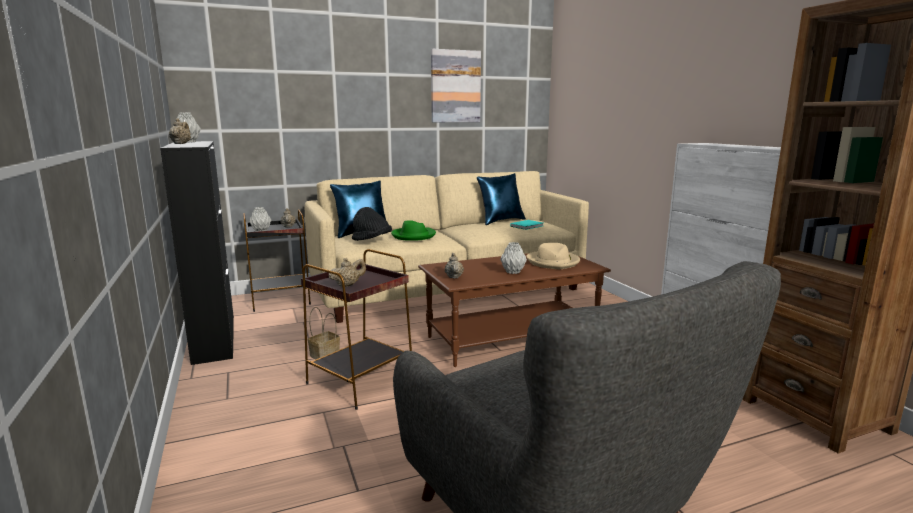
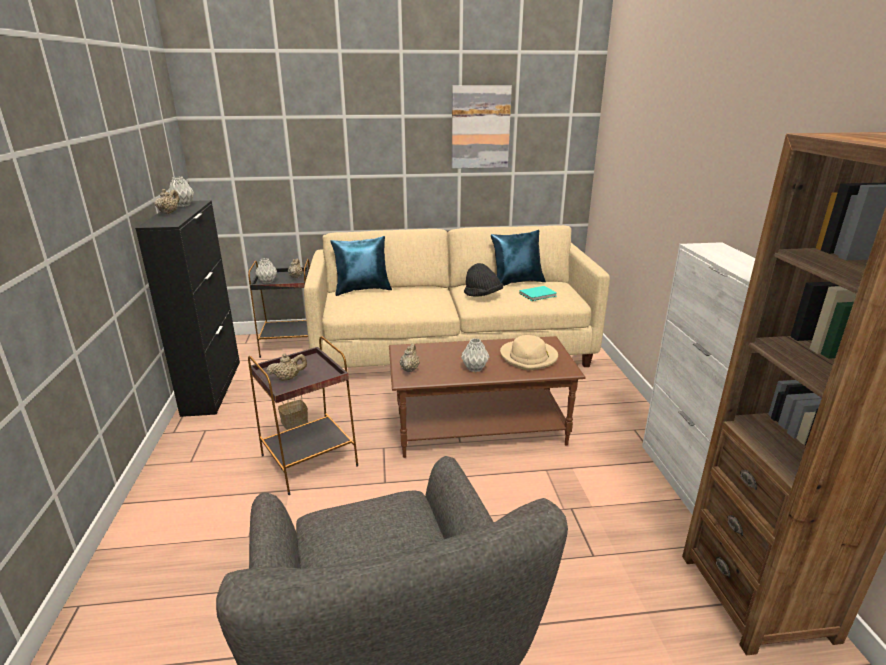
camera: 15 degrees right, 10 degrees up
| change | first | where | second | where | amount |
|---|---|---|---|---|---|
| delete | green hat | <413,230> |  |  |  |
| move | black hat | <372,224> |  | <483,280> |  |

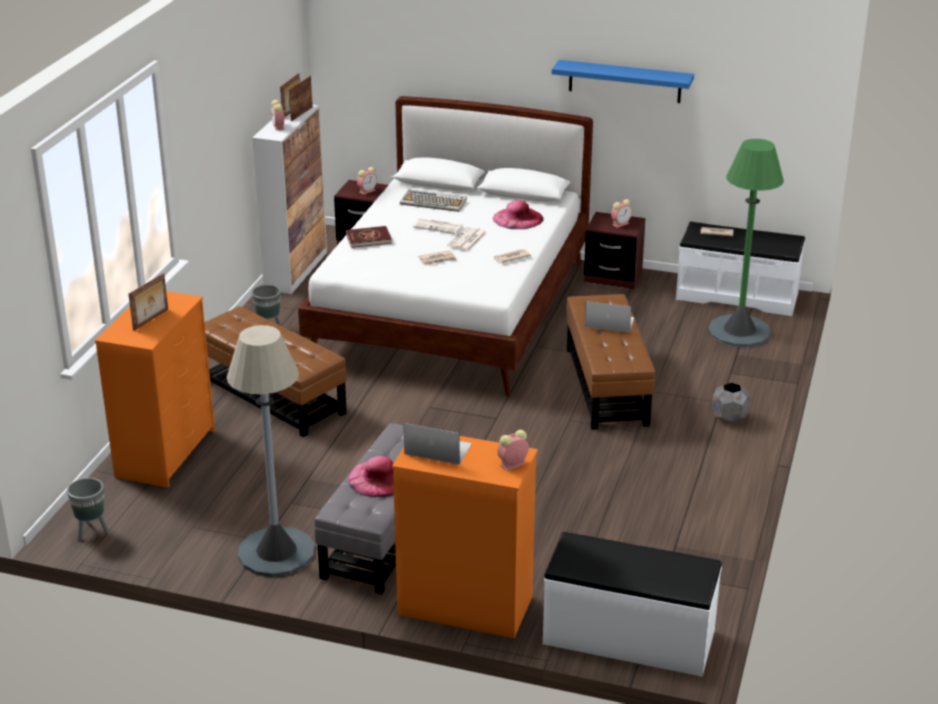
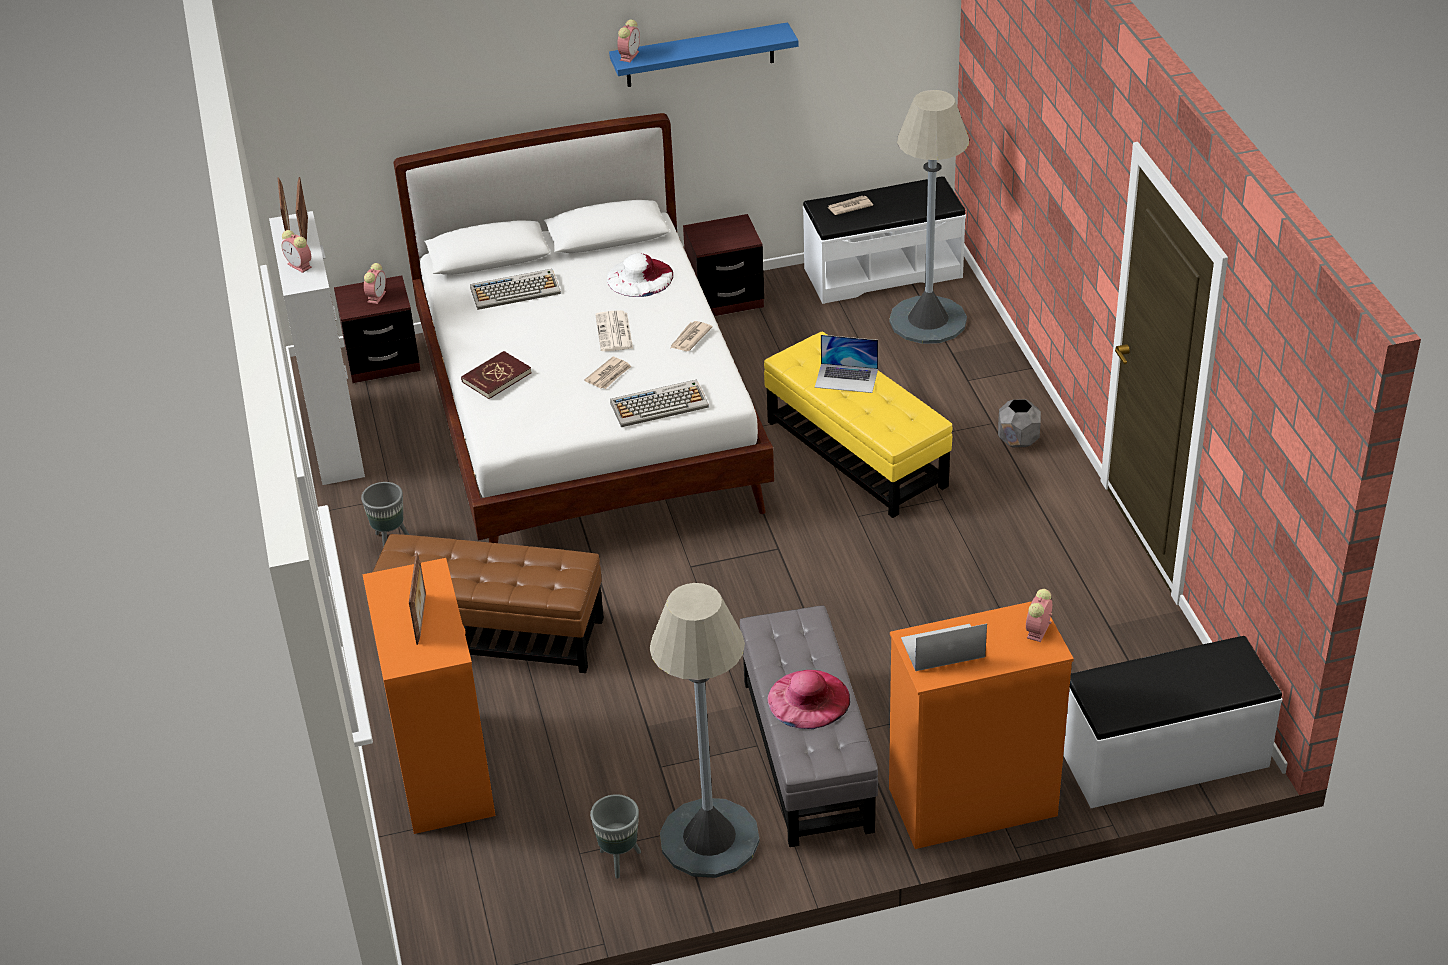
camera: 30 degrees left, 10 degrees up
| change | first | where | second | where | amount |
|---|---|---|---|---|---|
| delete | newspaper | <438,226> |  |  |  |
| insert |  |  | keyboard | <659,403> |  |
| move | grey planter | <88,509> |  | <615,836> |  |
| move | alarm clock | <621,213> |  | <628,40> |  |
| recolor | pink hat | <518,214> | white hat | <640,275> |  |
| recolor | brown ottoman | <610,362> | yellow ottoman | <858,425> |  |
| recolor | green floor lamp | <746,243> | grey floor lamp | <929,217> |  |
| rotate | laptop | <609,316> |  | <846,364> | 150 degrees counterclockwise |

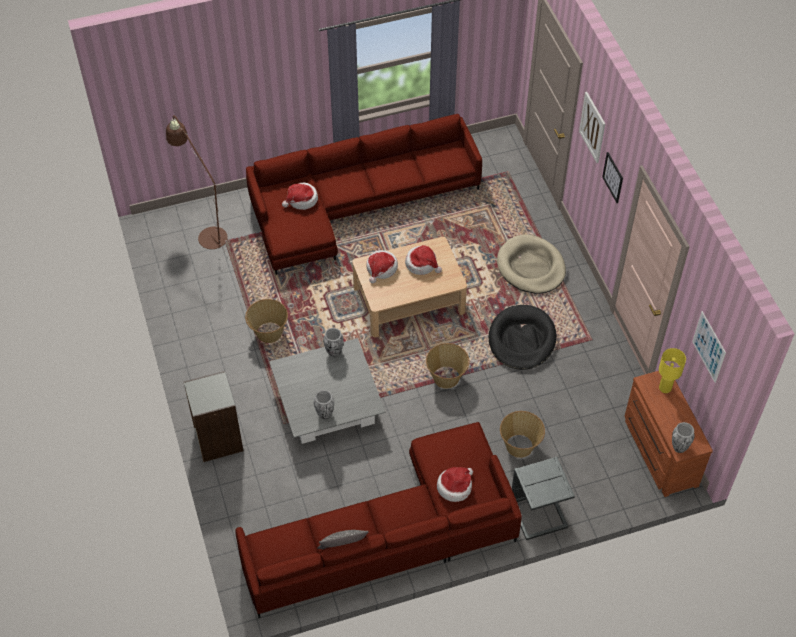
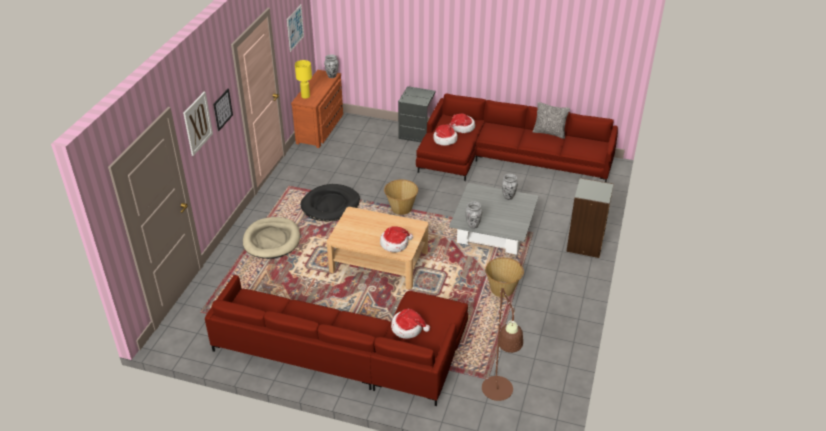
camera: 145 degrees left, 15 degrees down
| change | first | where | second | where | amount |
|---|---|---|---|---|---|
| delete | basket | <522,434> |  |  |  |
| move | hat | <423,260> |  | <445,135> |  |

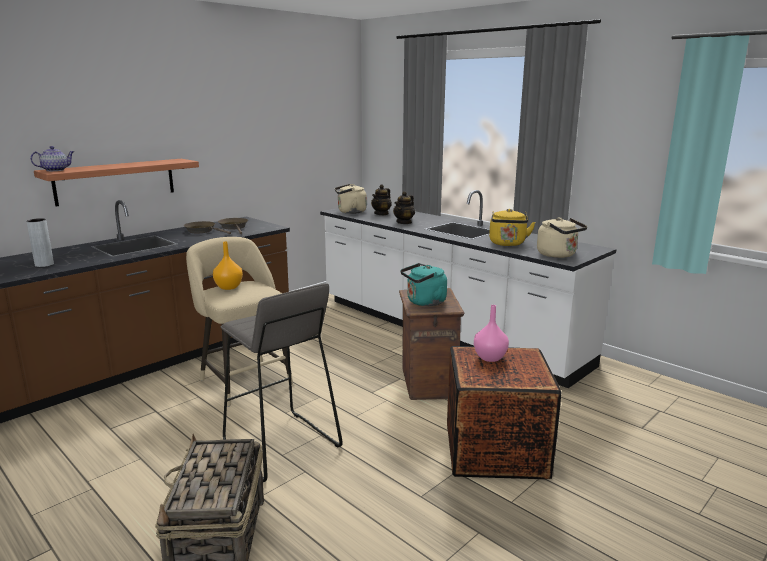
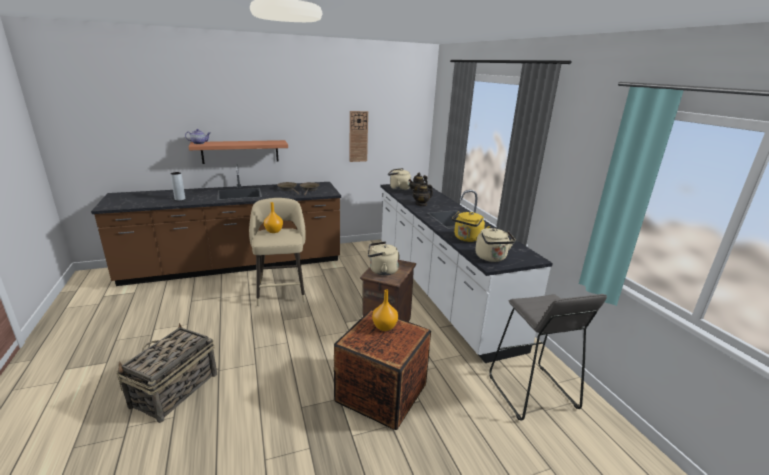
camera: 25 degrees right, 5 degrees up
| change | first | where | second | where | amount |
|---|---|---|---|---|---|
| insert |  |  | wall clock | <358,136> |  |
| move | grey stool | <282,382> |  | <548,357> |  |
| recolor | turquoise kettle | <423,284> | beige kettle | <383,258> |  |
| recolor | pink vase | <491,333> | orange vase | <385,310> |  |

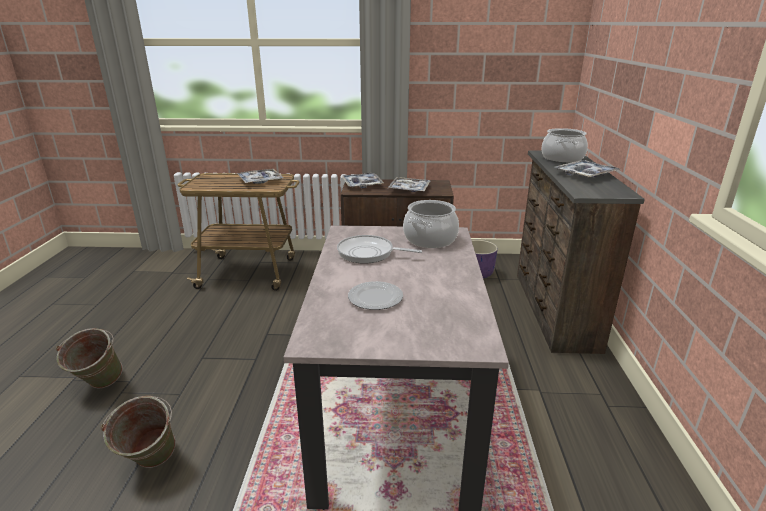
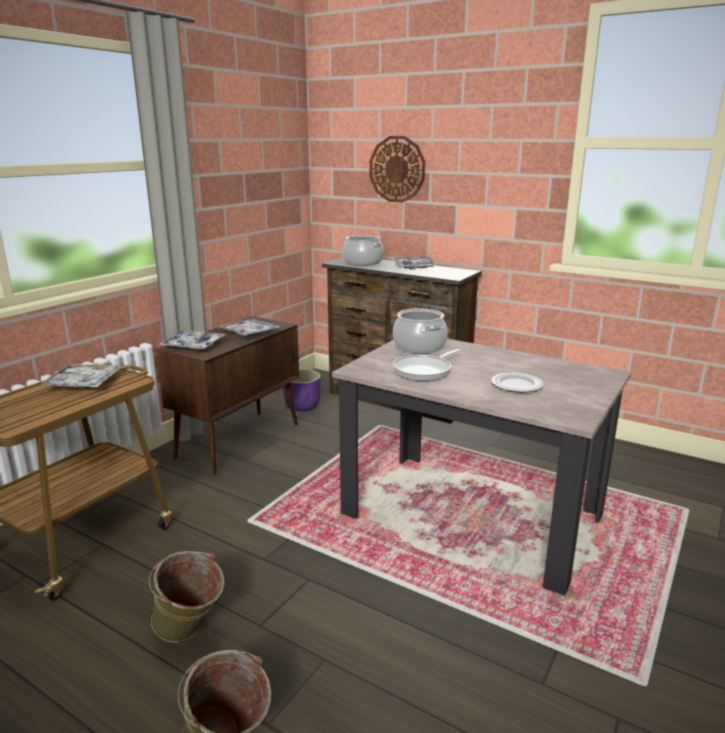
camera: 60 degrees left, 5 degrees down
| change | first | where | second | where | amount |
|---|---|---|---|---|---|
| insert |  |  | wall clock | <397,169> |  |
| move | green bucket | <138,432> |  | <186,597> |  |

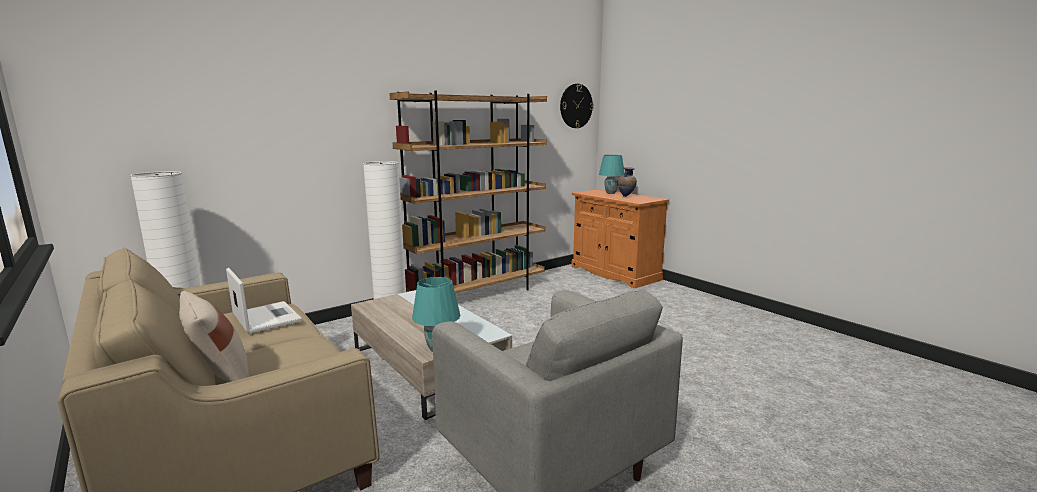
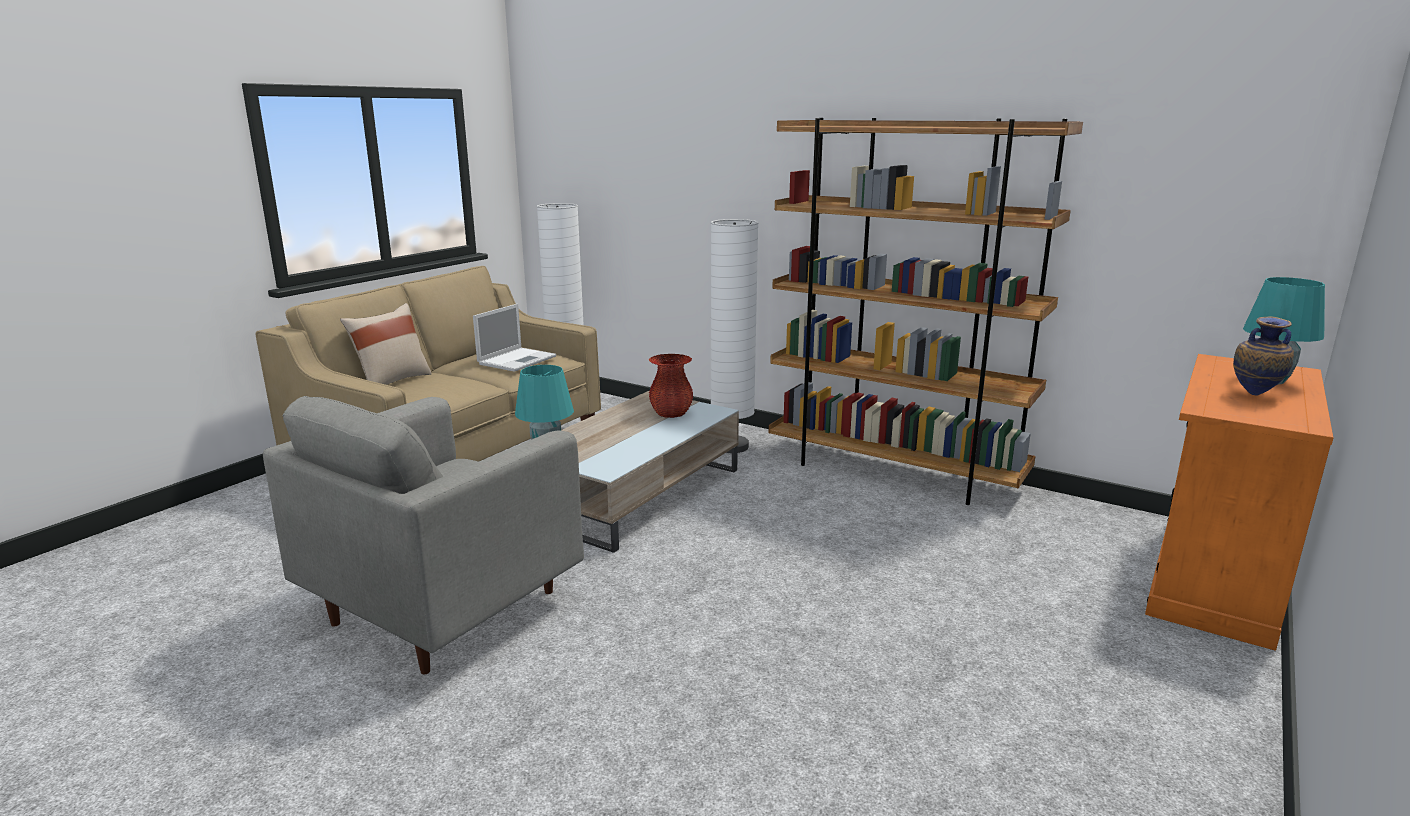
camera: 70 degrees right, 5 degrees up
| change | first | where | second | where | amount |
|---|---|---|---|---|---|
| delete | wall clock | <577,106> |  |  |  |
| insert |  |  | red vase | <671,386> |  |

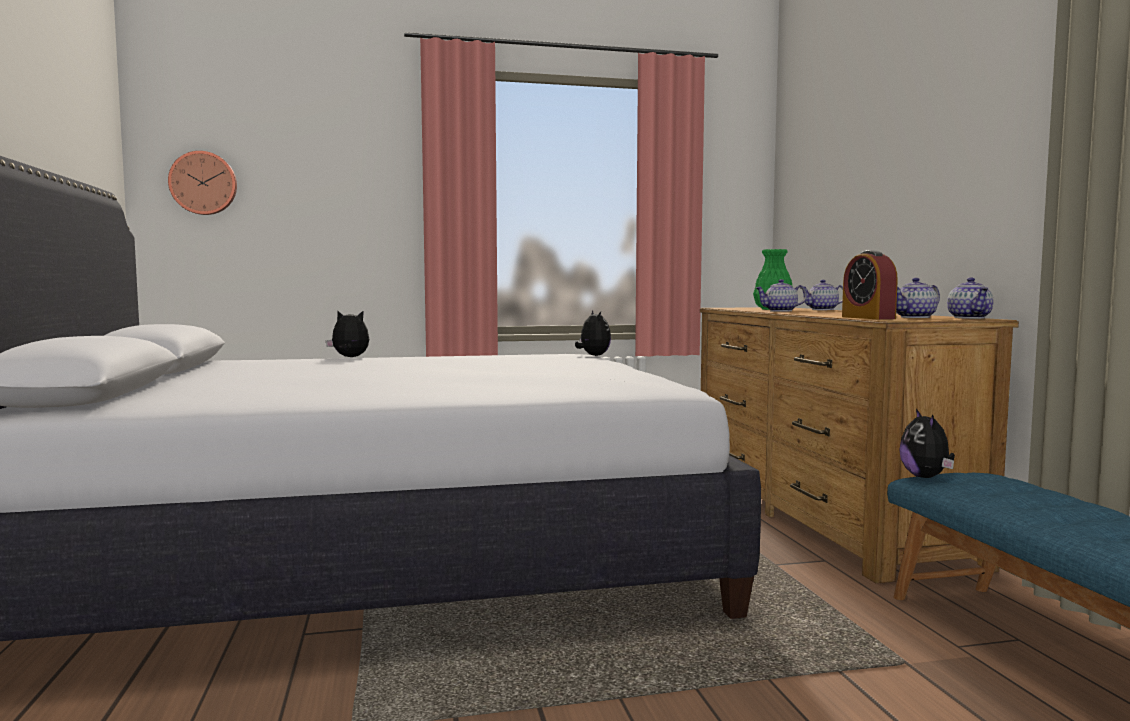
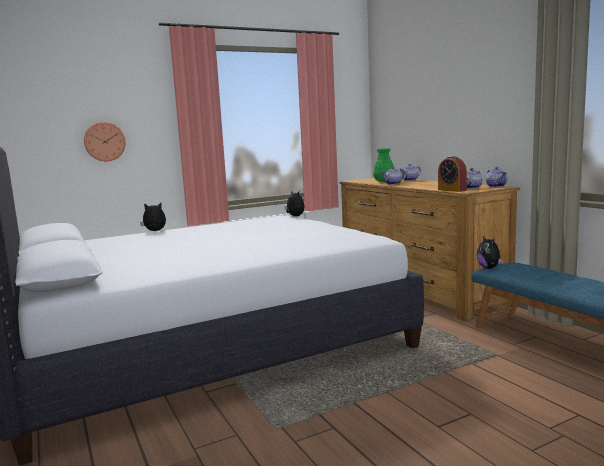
camera: 15 degrees left, 5 degrees up
| change | first | where | second | where | amount |
|---|---|---|---|---|---|
| move | wall clock | <202,183> |  | <104,141> |  |

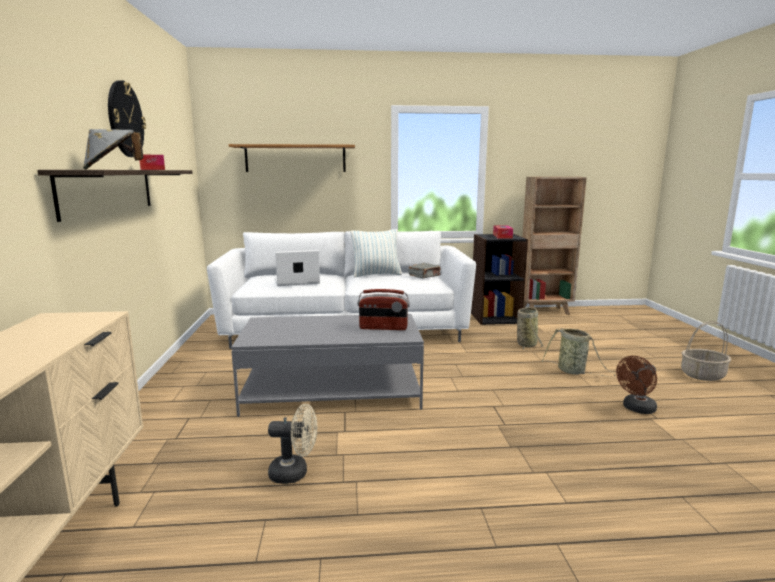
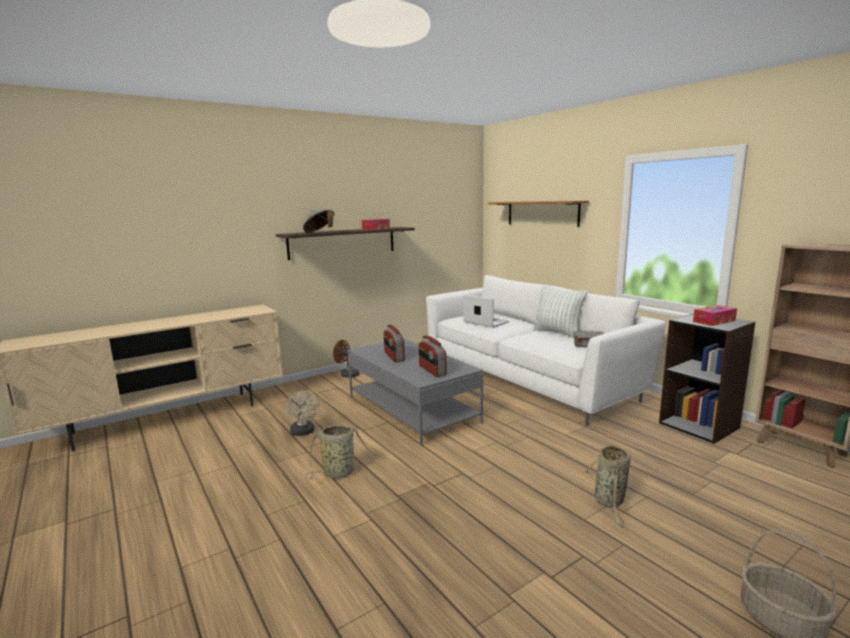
camera: 60 degrees right, 0 degrees up
| change | first | where | second | where | amount |
|---|---|---|---|---|---|
| delete | wall clock | <127,118> |  |  |  |
| insert |  |  | radio | <394,343> |  |
| move | basket | <530,329> |  | <345,452> |  |
| move | brown fan | <636,385> |  | <346,359> |  |

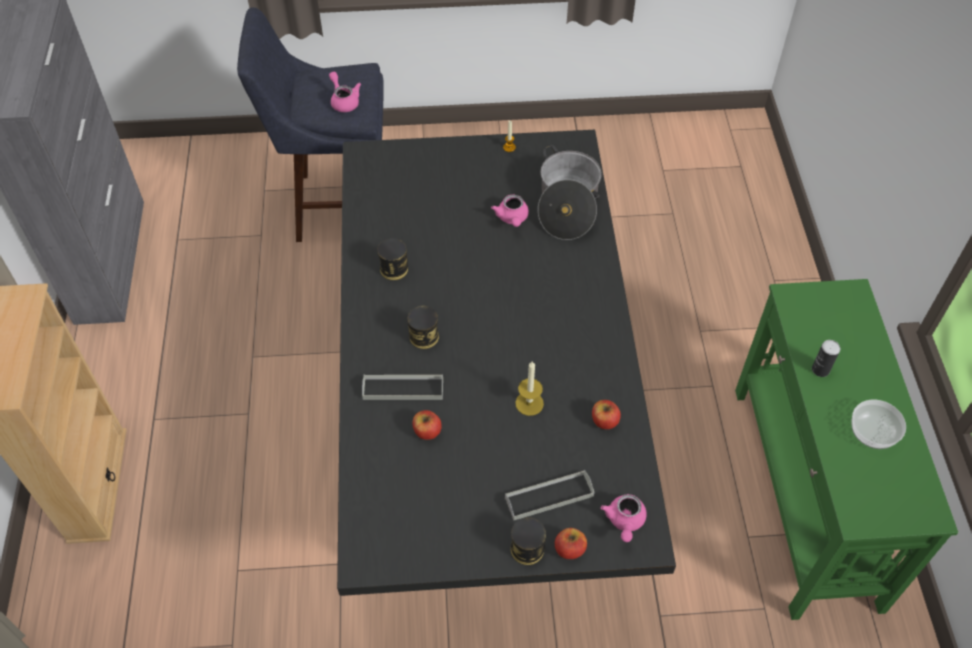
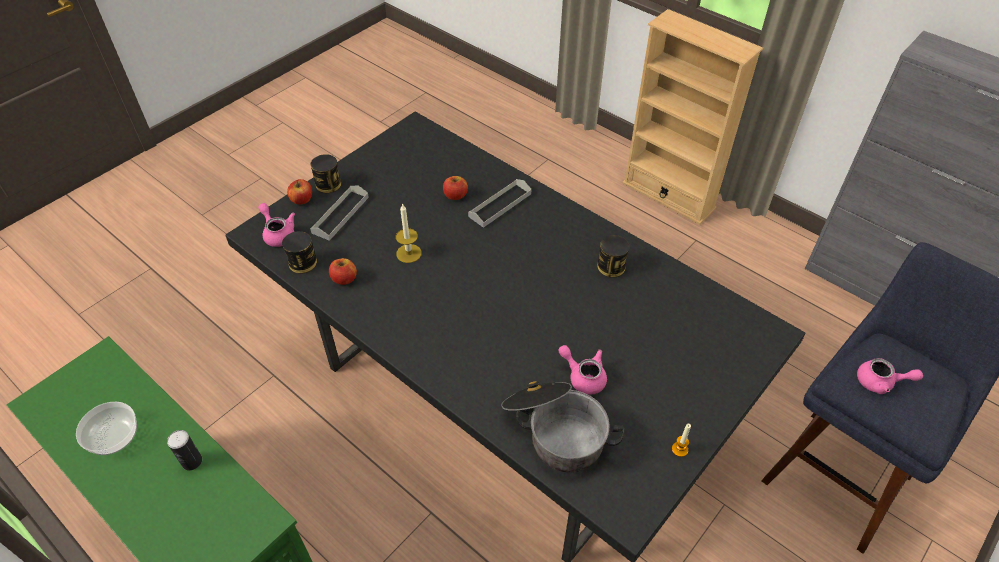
camera: 135 degrees right, 5 degrees down
| change | first | where | second | where | amount |
|---|---|---|---|---|---|
| move | can | <423,327> |  | <299,252> |  |

